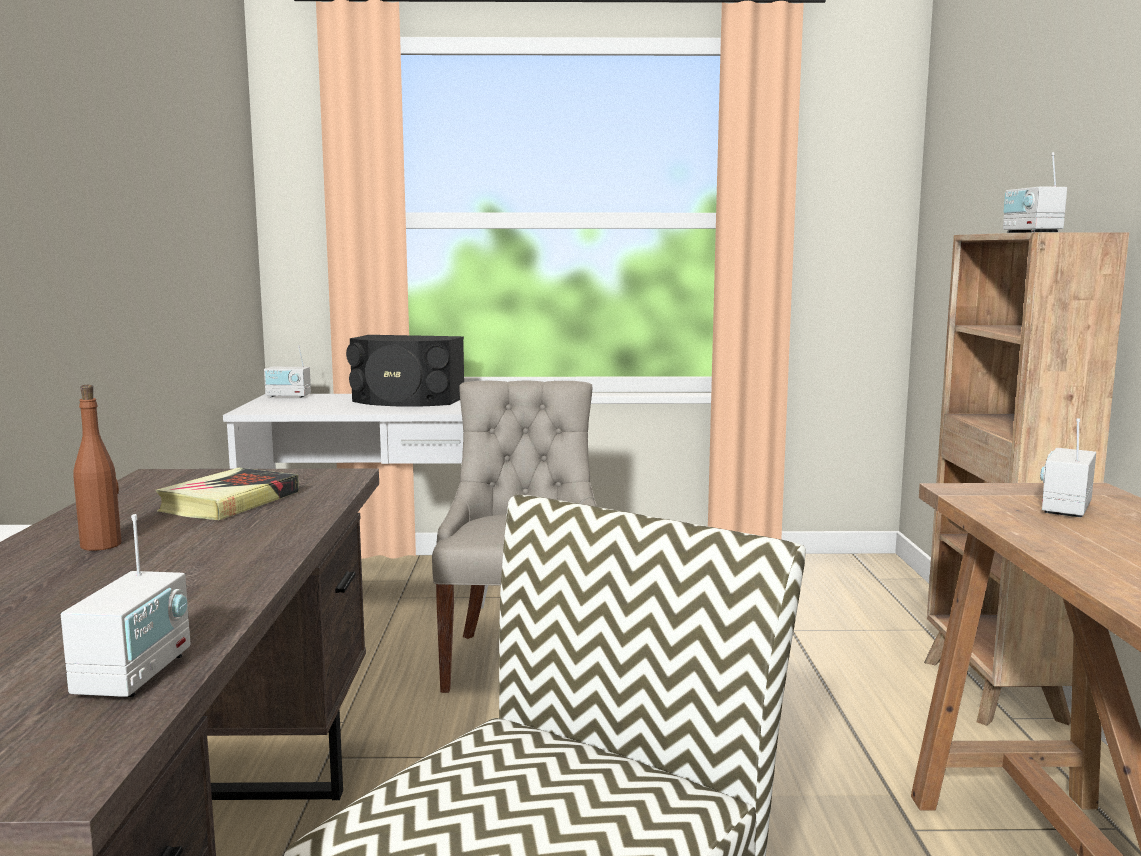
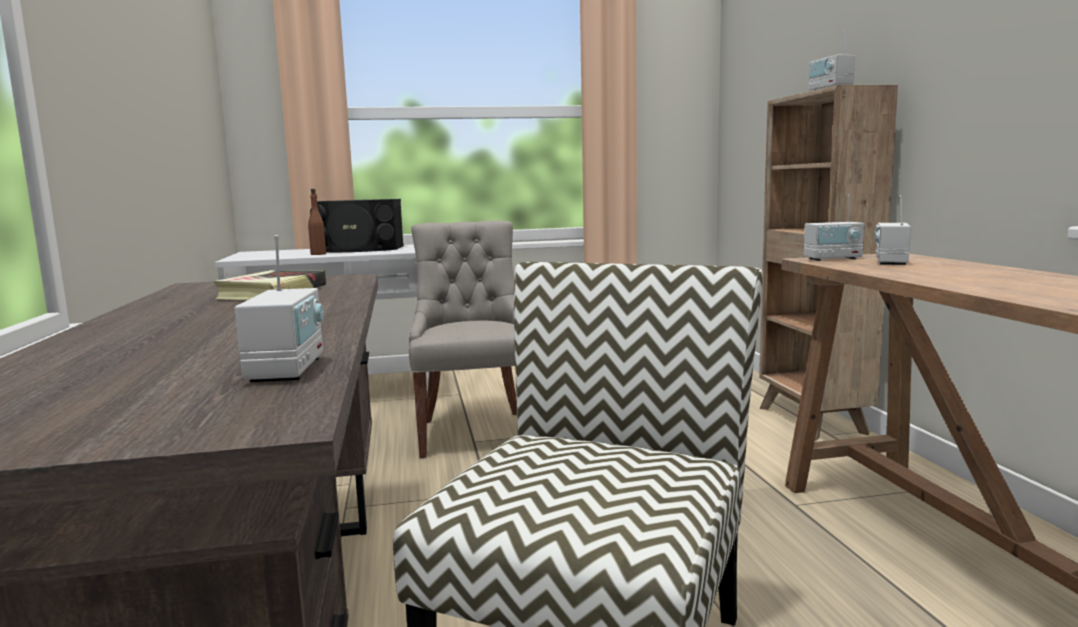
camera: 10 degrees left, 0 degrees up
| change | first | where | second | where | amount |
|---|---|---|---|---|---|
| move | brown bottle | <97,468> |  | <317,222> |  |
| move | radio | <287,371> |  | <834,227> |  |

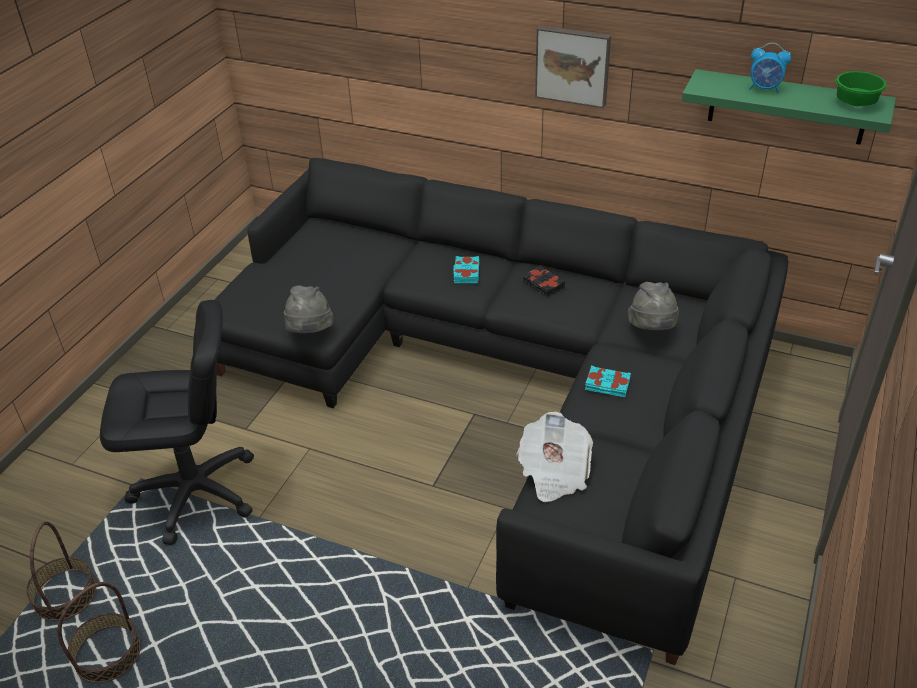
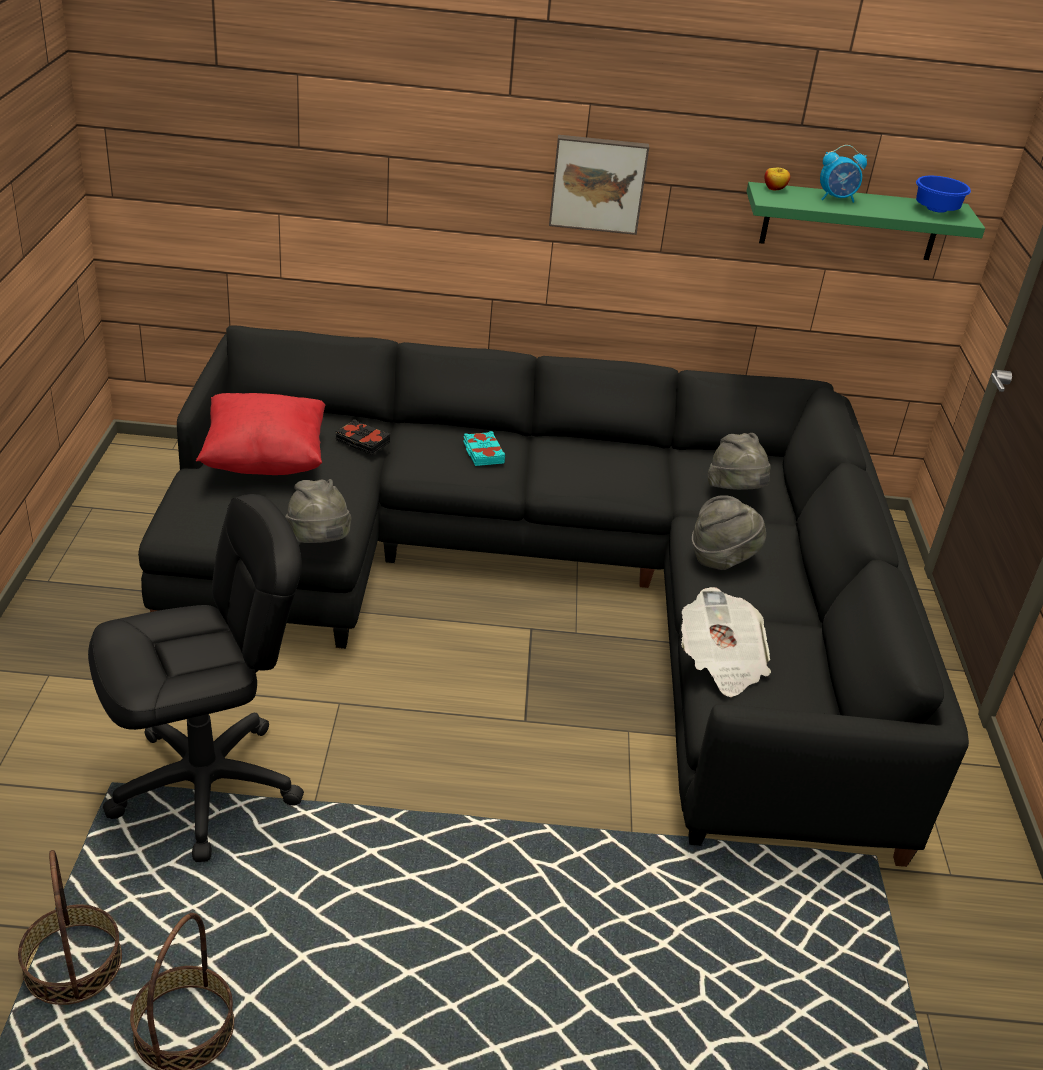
camera: 25 degrees left, 5 degrees down
| change | first | where | second | where | amount |
|---|---|---|---|---|---|
| insert |  |  | red pillow | <260,434> |  |
| insert |  |  | apple | <777,179> |  |
| move | black book | <544,281> |  | <363,437> |  |
| replace | turquoise book | <608,381> | grey hat | <729,532> |  |
| recolor | green bowl | <861,88> | blue bowl | <943,194> |  |

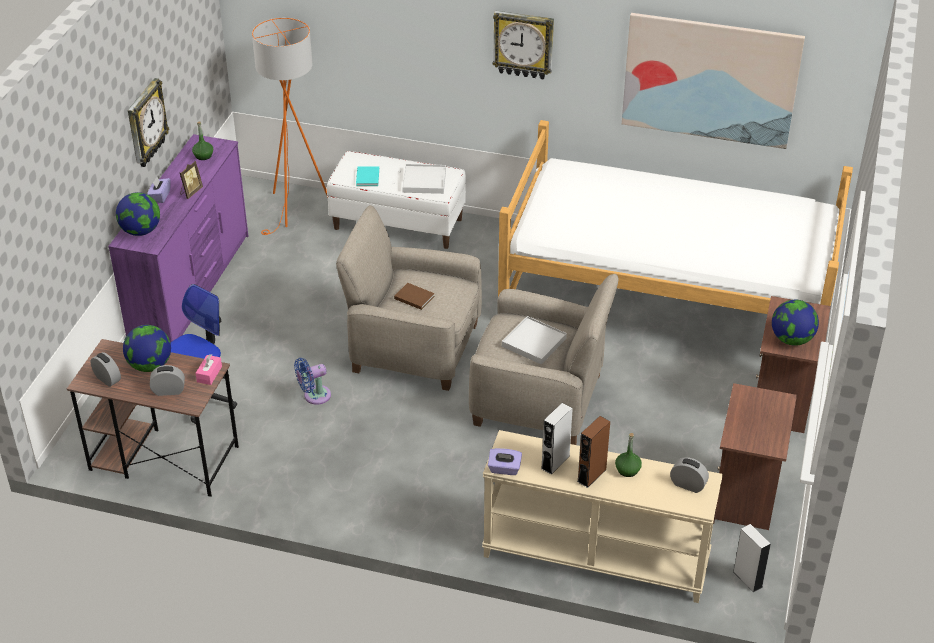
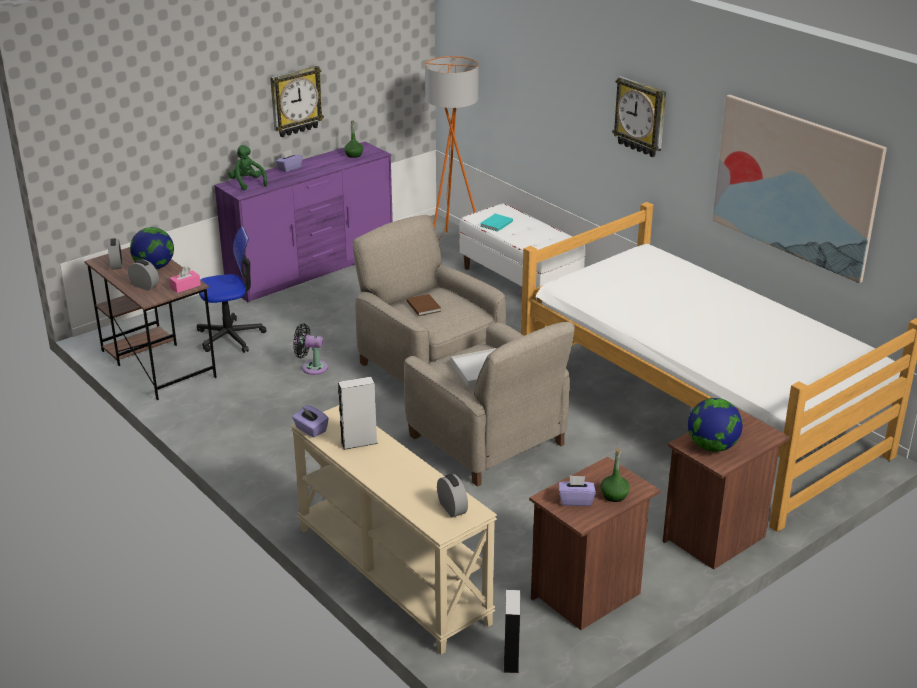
camera: 35 degrees right, 10 degrees down
| change | first | where | second | where | amount |
|---|---|---|---|---|---|
| delete | picture frame | <191,180> |  |  |  |
| delete | white tray | <424,179> |  |  |  |
| delete | brown speaker | <593,452> |  |  |  |
| insert |  |  | purple tissue box | <577,490> |  |
| move | green bottle | <628,455> |  | <615,475> |  |
| replace | globe | <138,214> | green plush toy | <247,168> |  |
| recolor | blue fan | <312,381> | black fan | <310,349> |  |

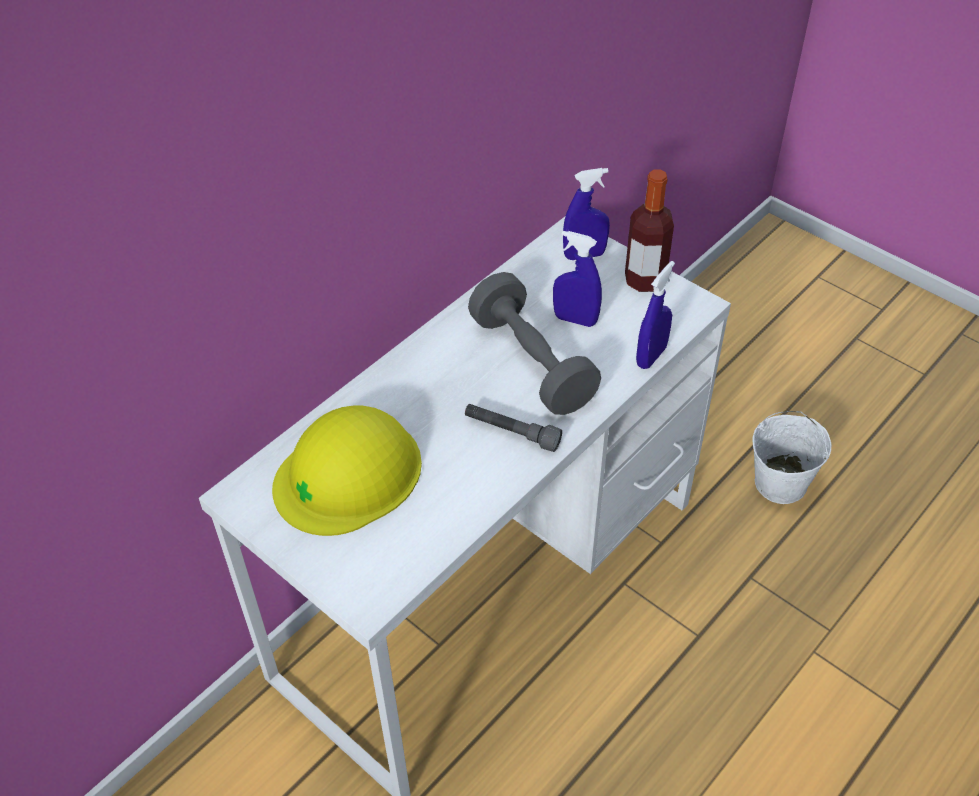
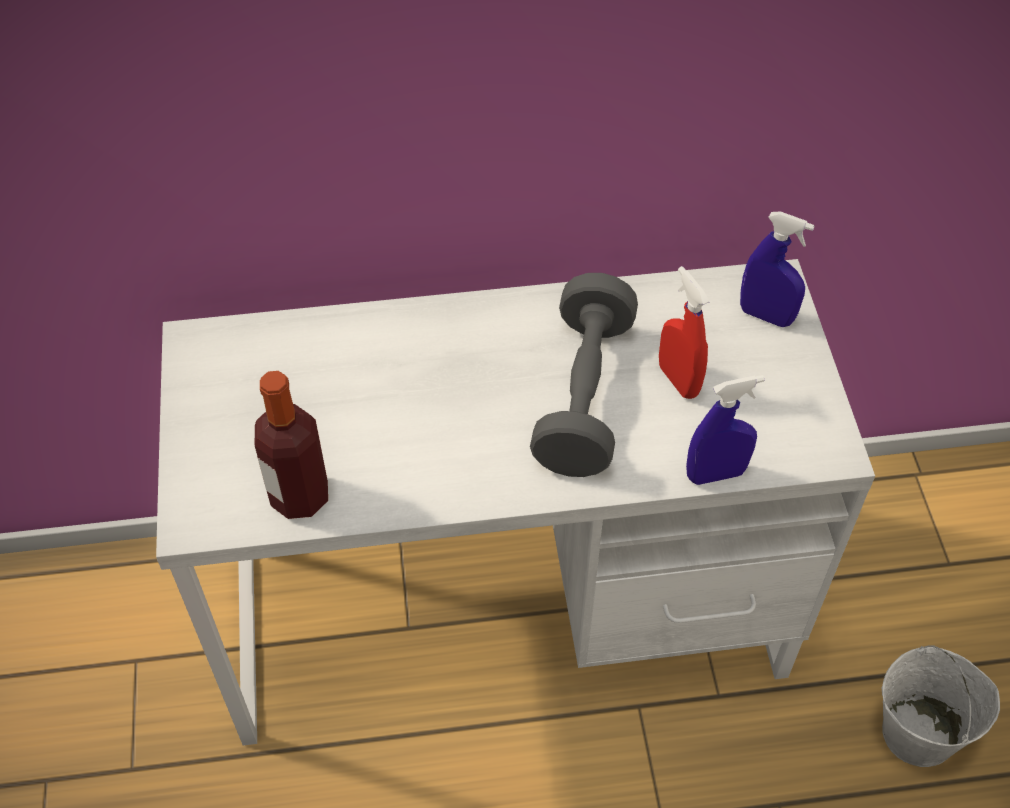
camera: 40 degrees right, 5 degrees up
| change | first | where | second | where | amount |
|---|---|---|---|---|---|
| delete | yellow hard hat | <347,470> |  |  |  |
| delete | grey flashlight | <513,428> |  |  |  |
| move | bottle | <649,230> |  | <291,445> |  |
| recolor | blue spray bottle | <577,279> | red spray bottle | <684,332> |  |

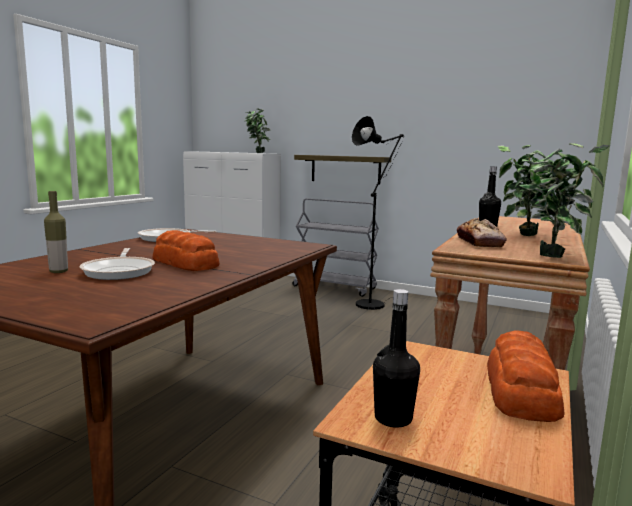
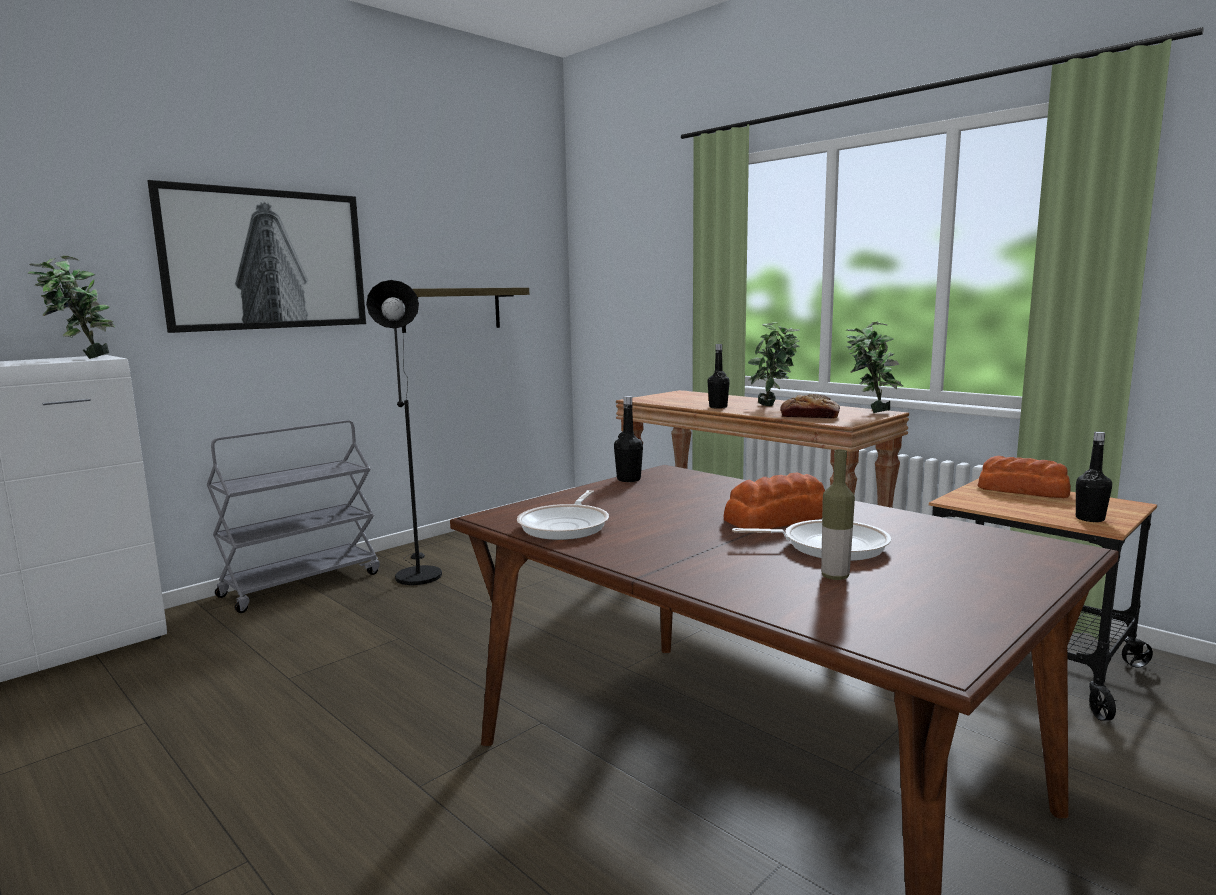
camera: 70 degrees left, 0 degrees up
| change | first | where | second | where | amount |
|---|---|---|---|---|---|
| insert |  |  | picture | <256,256> |  |
| insert |  |  | black bottle | <628,439> |  |
| move | shelf | <342,170> |  | <465,310> |  |

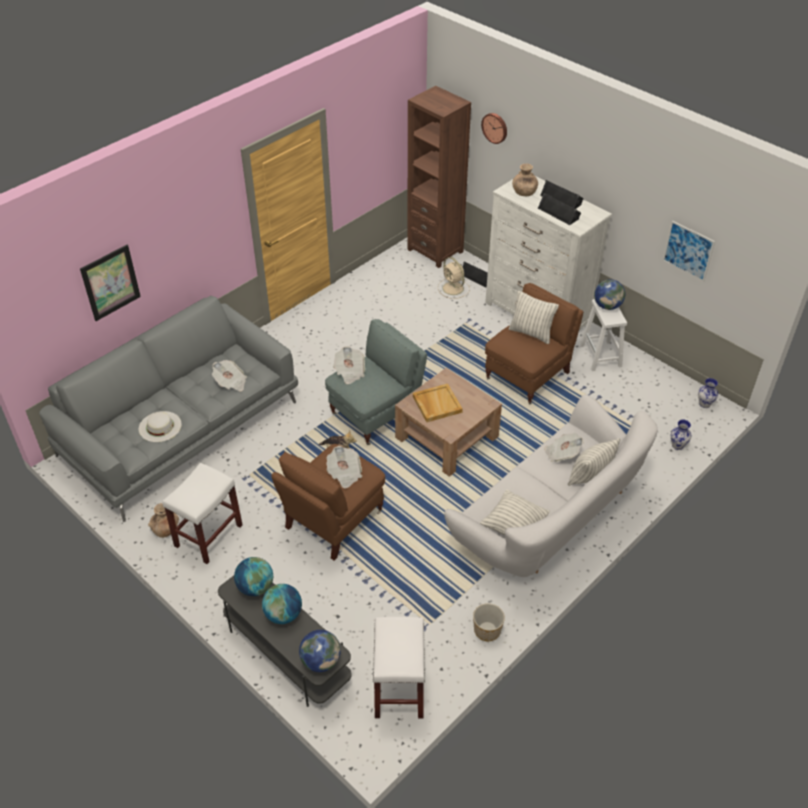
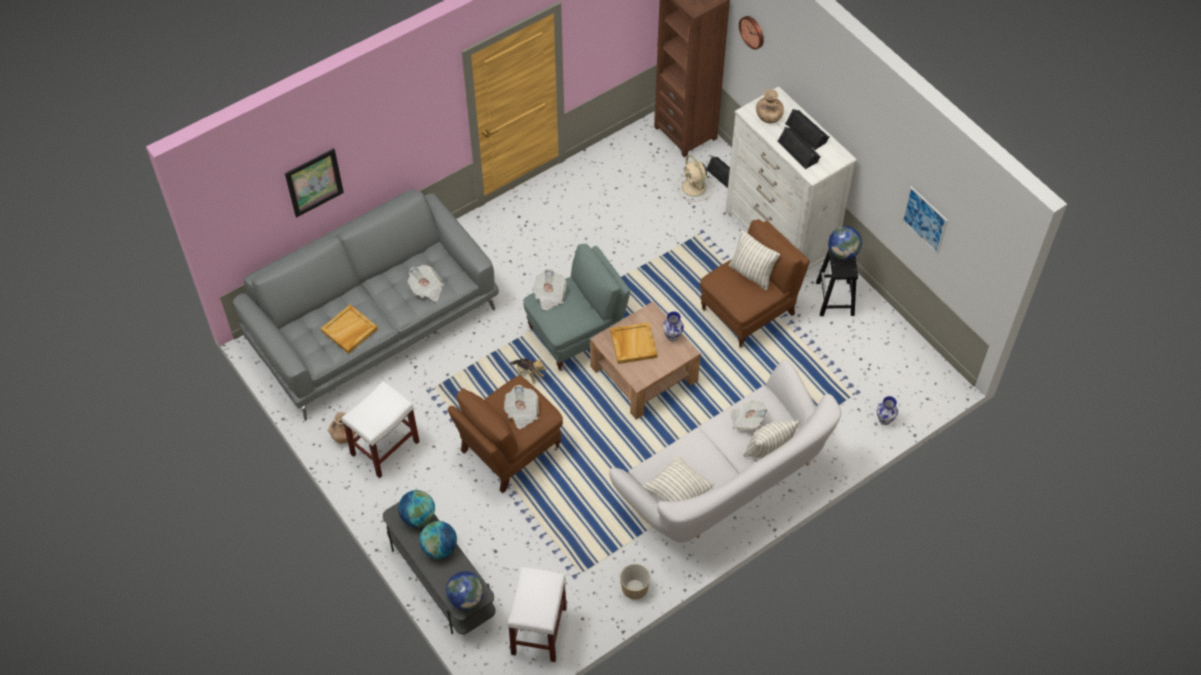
camera: 10 degrees right, 10 degrees up
| change | first | where | second | where | amount |
|---|---|---|---|---|---|
| move | vase | <708,393> |  | <673,326> |  |
| replace | white hat | <160,426> | beige tray | <349,329> |  |
| recolor | white stool | <603,335> | black stool | <837,281> |  |

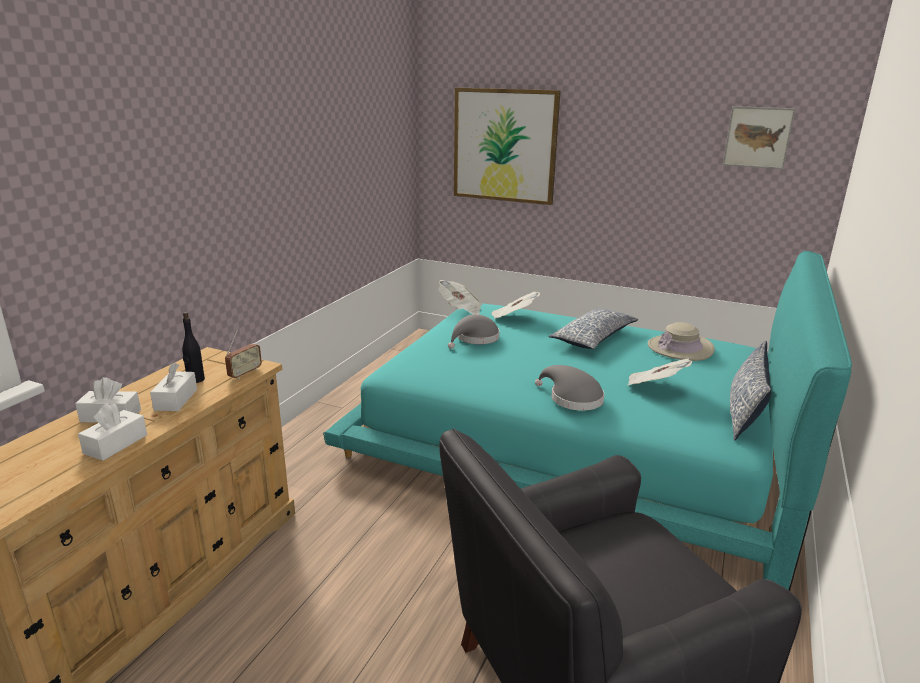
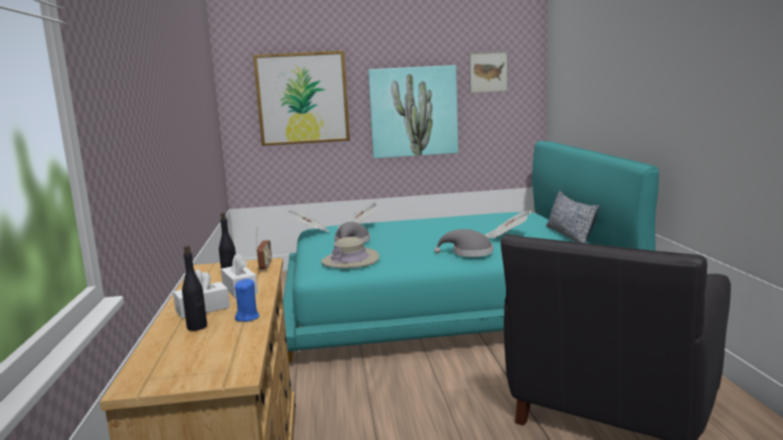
camera: 30 degrees left, 10 degrees down
| change | first | where | second | where | amount |
|---|---|---|---|---|---|
| delete | pillow | <593,328> |  |  |  |
| insert |  |  | black bottle | <194,288> |  |
| insert |  |  | picture | <413,111> |  |
| move | beige hat | <681,341> |  | <350,252> |  |
| replace | white tissue box | <112,431> | blue candle | <247,300> |  |

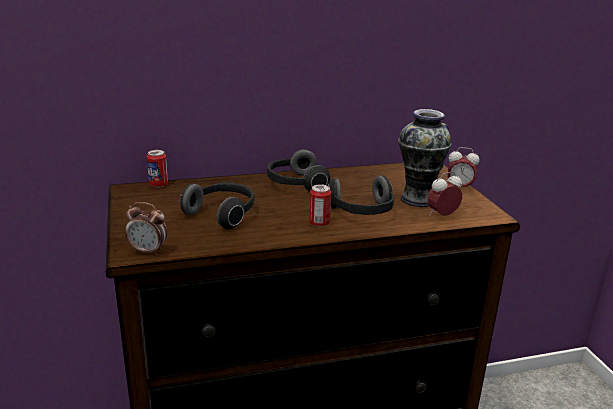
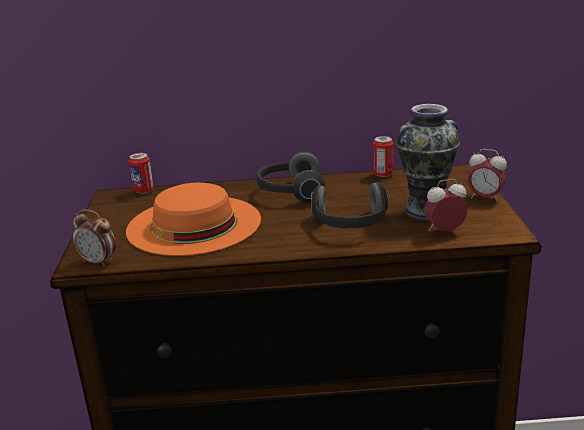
camera: 15 degrees right, 0 degrees up
| change | first | where | second | where | amount |
|---|---|---|---|---|---|
| move | can | <320,205> |  | <383,156> |  |
| replace | headphones | <217,206> | orange hat | <193,219> |  |

